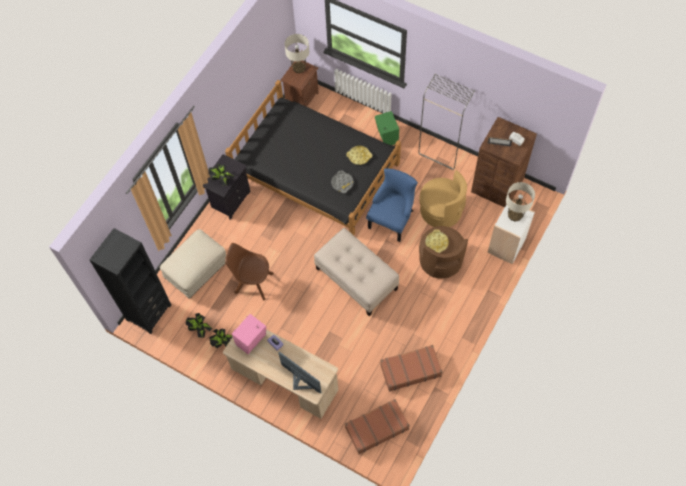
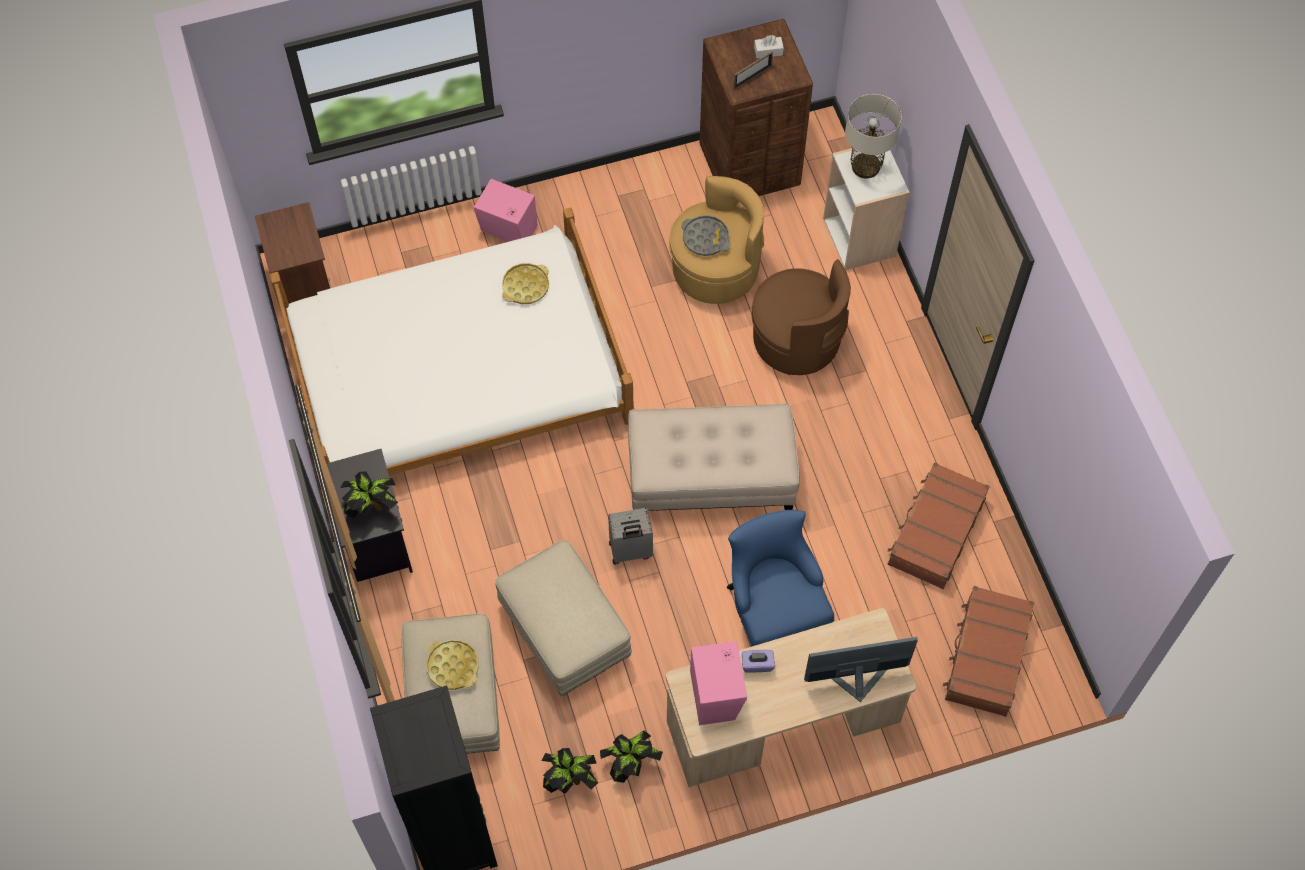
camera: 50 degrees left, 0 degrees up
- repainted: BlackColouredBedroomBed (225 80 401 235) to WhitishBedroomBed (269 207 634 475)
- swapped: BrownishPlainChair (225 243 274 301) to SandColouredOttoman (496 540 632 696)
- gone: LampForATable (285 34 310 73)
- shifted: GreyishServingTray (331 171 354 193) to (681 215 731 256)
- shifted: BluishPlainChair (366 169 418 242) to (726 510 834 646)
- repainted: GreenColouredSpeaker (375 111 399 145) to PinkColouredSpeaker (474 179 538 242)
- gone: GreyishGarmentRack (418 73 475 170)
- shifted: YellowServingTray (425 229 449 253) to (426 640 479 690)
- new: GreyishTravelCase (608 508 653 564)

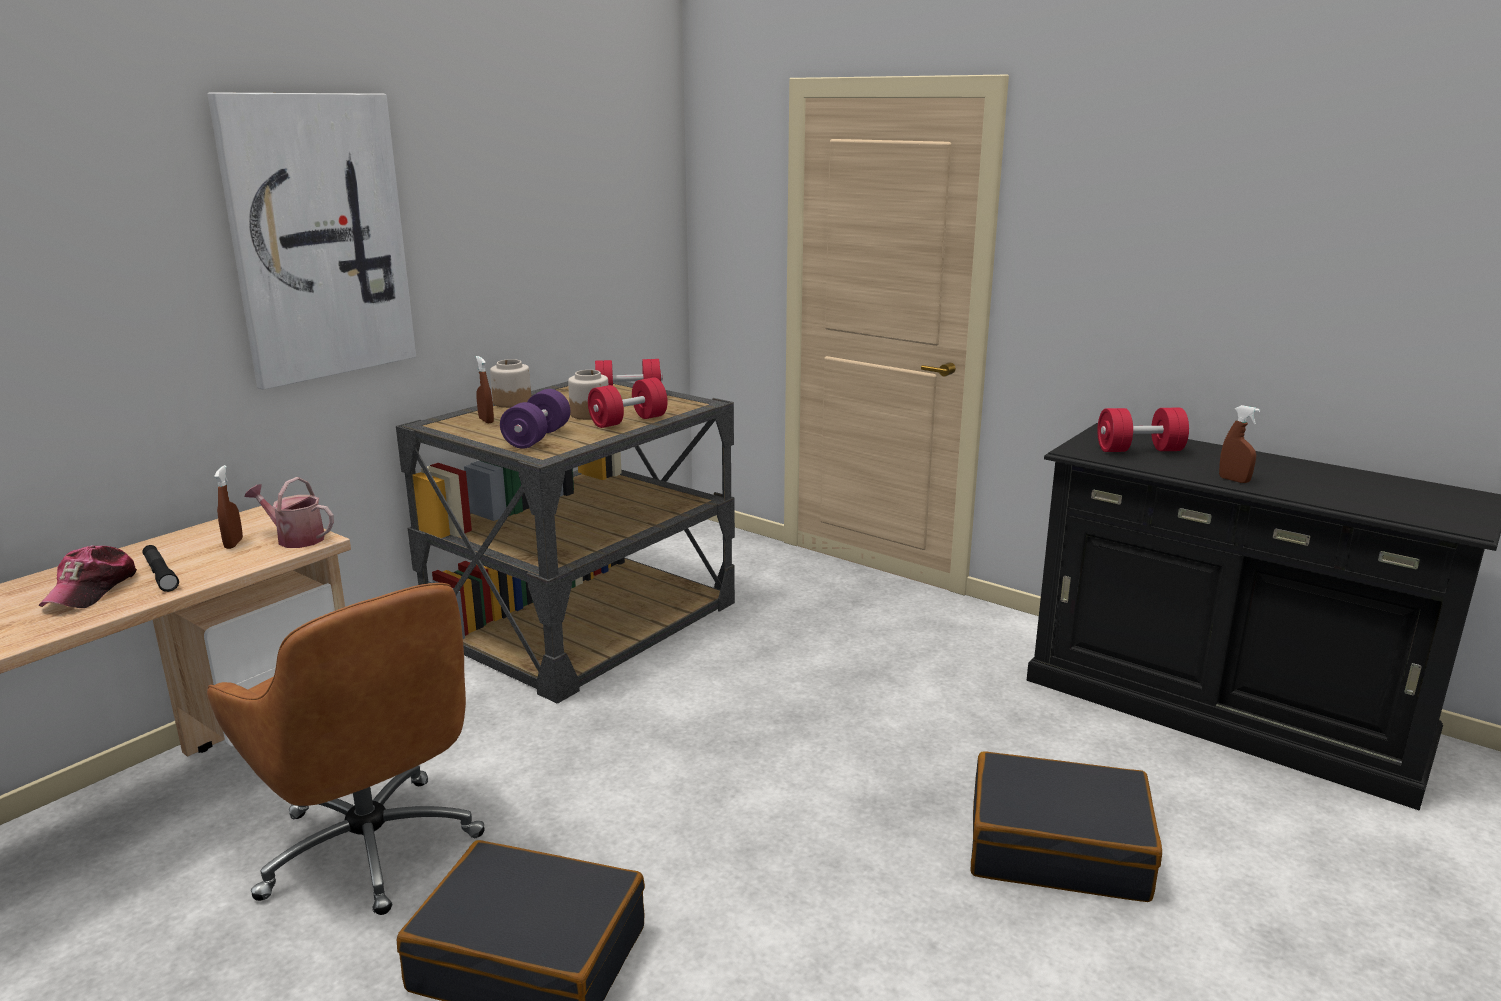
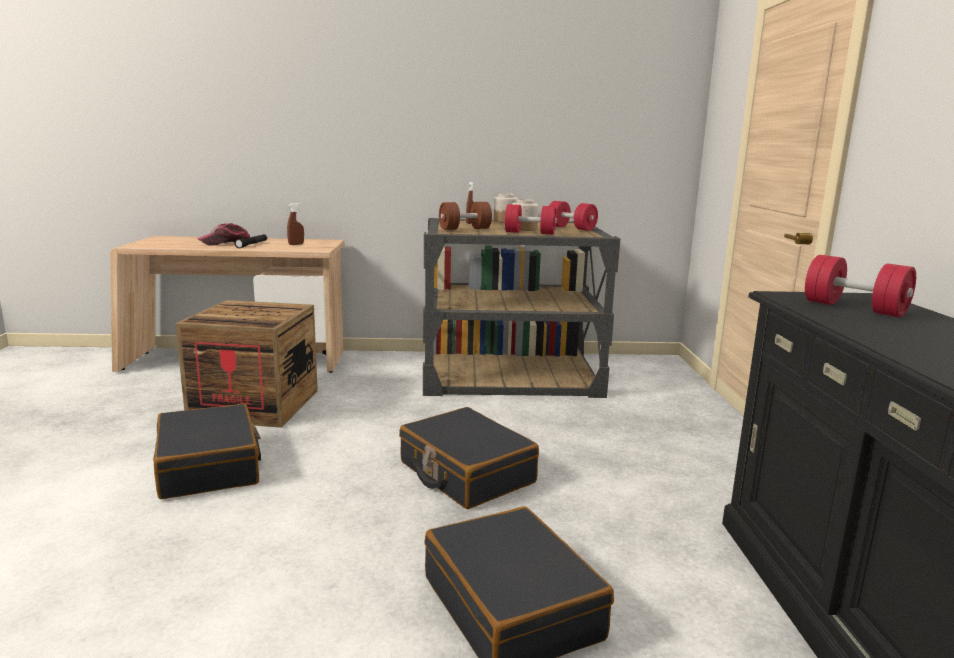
camera: 50 degrees right, 5 degrees down
- gone: WallPicture (207 92 416 390)
- swapped: BrownishOfficeChair (207 583 485 915) to Crate (175 300 318 428)
- gone: SprinklingCan (245 477 334 548)
- repainted: PurplishDumbbell (500 389 570 449) to BrownishDumbbell (439 202 492 230)
- gone: BrownishSprayer (1219 405 1260 483)
- new: BlackColouredTravelCase (399 407 539 509)

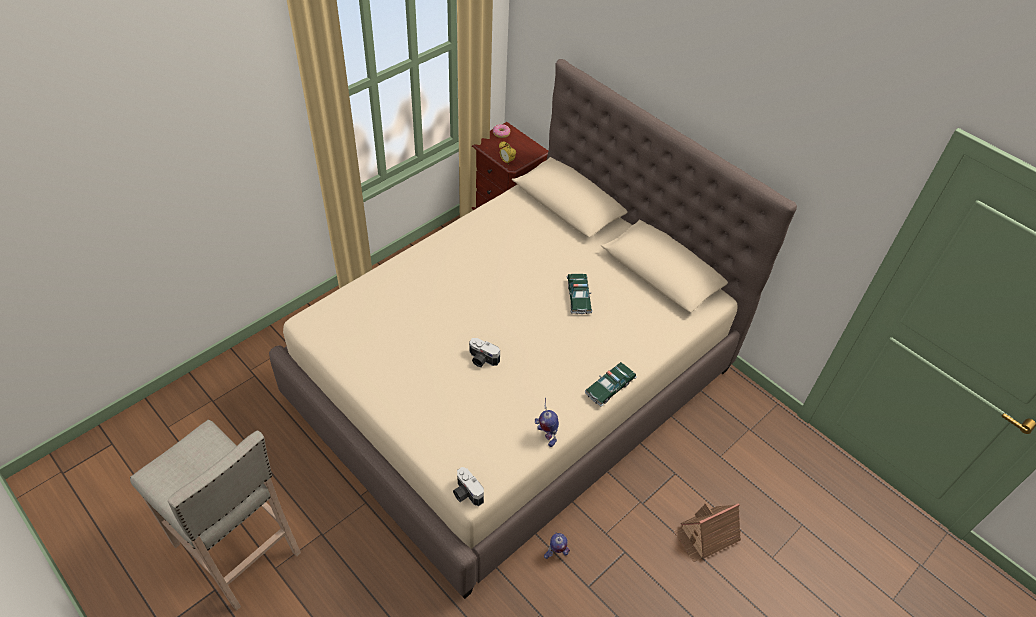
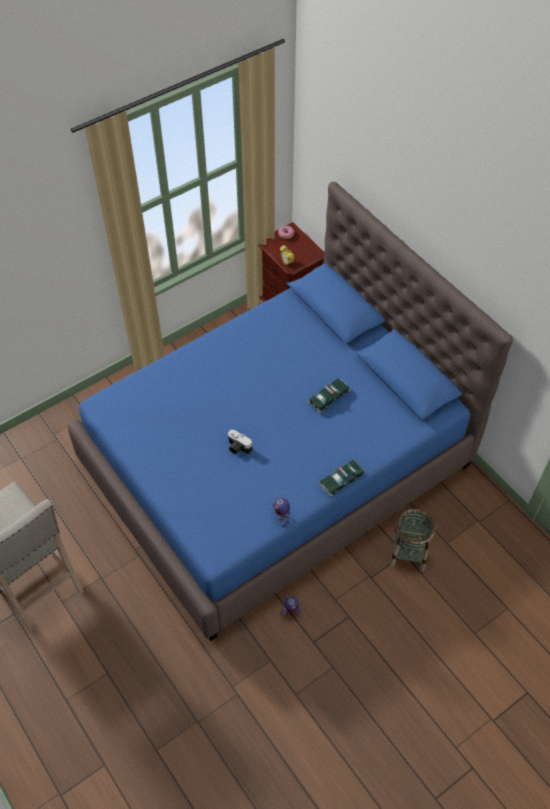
camera: 10 degrees right, 5 degrees up
- repainted: SandColouredBedroomBed (269 59 797 599) to BluishBedroomBed (68 182 513 641)
- gone: StillCamera (453 467 484 506)
- rotated: ToyCar (566 274 593 314) = (308 378 350 413) 135 degrees counterclockwise
- gone: ToyHouse (674 503 741 562)
- new: HouseholdBasket (390 508 435 571)

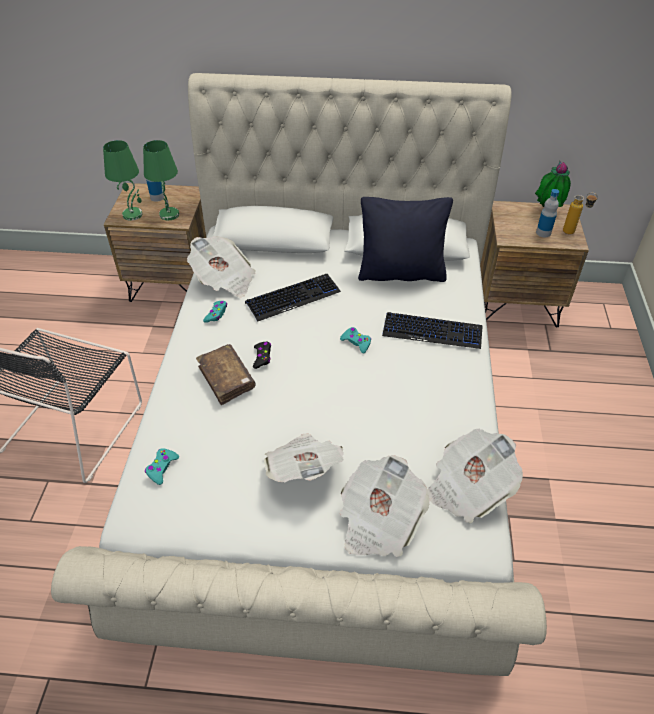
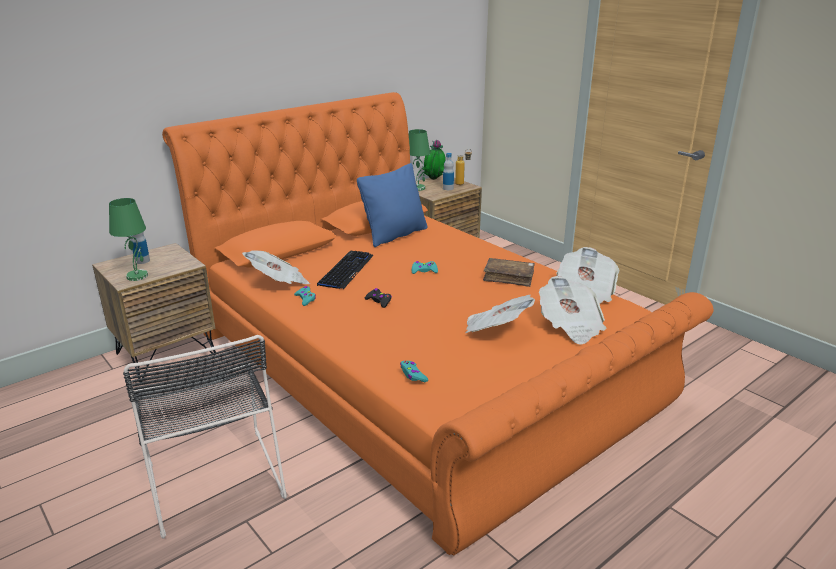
camera: 45 degrees left, 20 degrees down
- repainted: SandColouredBedroomBed (51 73 547 676) to OrangeColouredBedroomBed (162 92 714 556)
- shifted: GreenColouredLampForATable (143 140 179 220) to (409 129 430 191)
- shifted: BrownishBoundBook (196 344 256 405) to (483 258 535 287)
- repainted: BlackColouredPillow (358 197 453 282) to BluishPillow (357 163 427 247)
- gone: ComputerKeyboard (382 312 483 349)

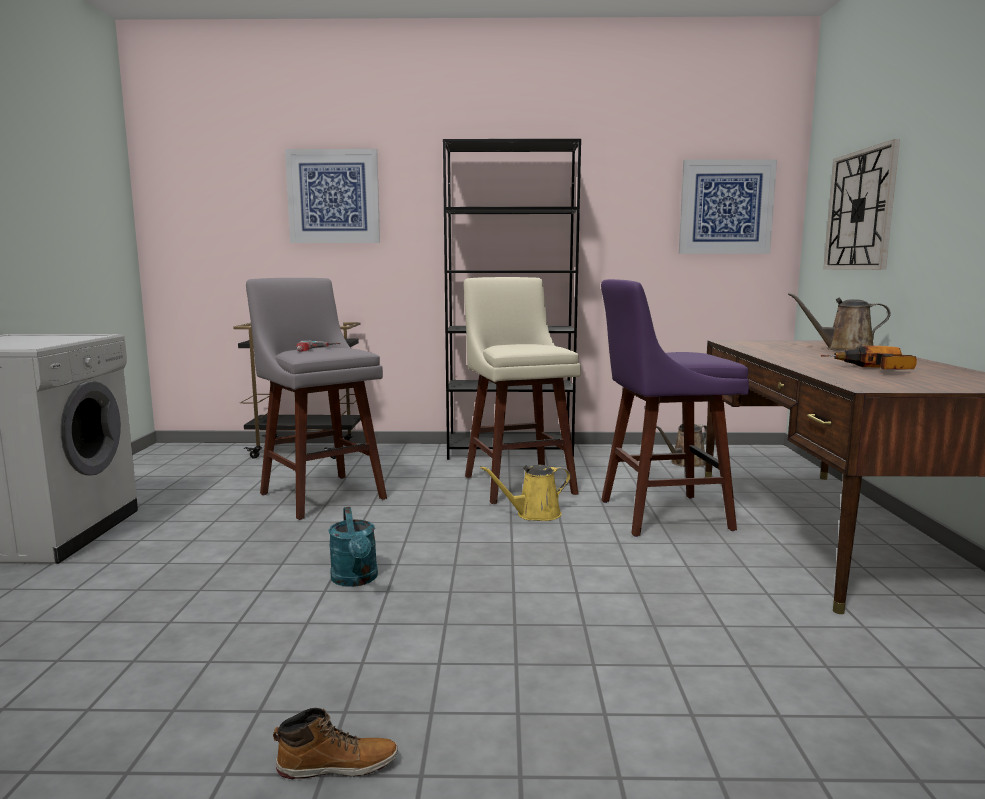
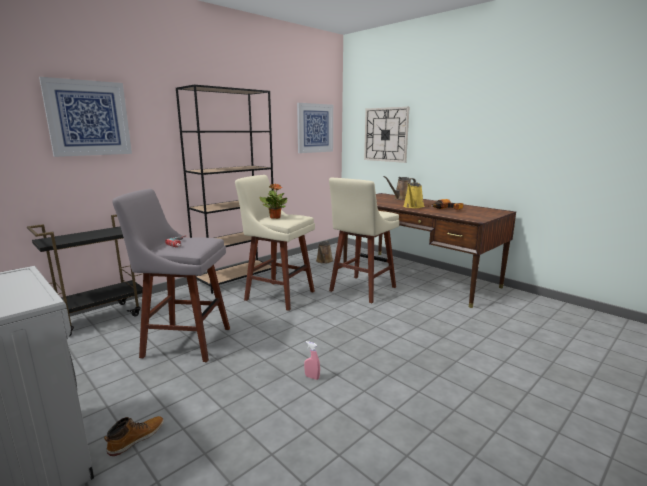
camera: 45 degrees left, 5 degrees up
- shifted: TallBoot (273 708 398 779) to (104 416 164 456)
- swapped: BlueGreenSprinklingCan (328 507 378 587) to PinkColouredSprayer (304 341 320 380)
- repainted: BlackColouredBookcase (443 139 581 460) to SandColouredBookcase (176 85 274 294)
- shifted: YellowSprinklingCan (480 465 571 521) to (403 182 425 208)
- repainted: PurplishStoolSeat (601 279 749 537) to SandColouredStoolSeat (329 178 399 304)
- new: PlantInAPot (259 184 287 219)

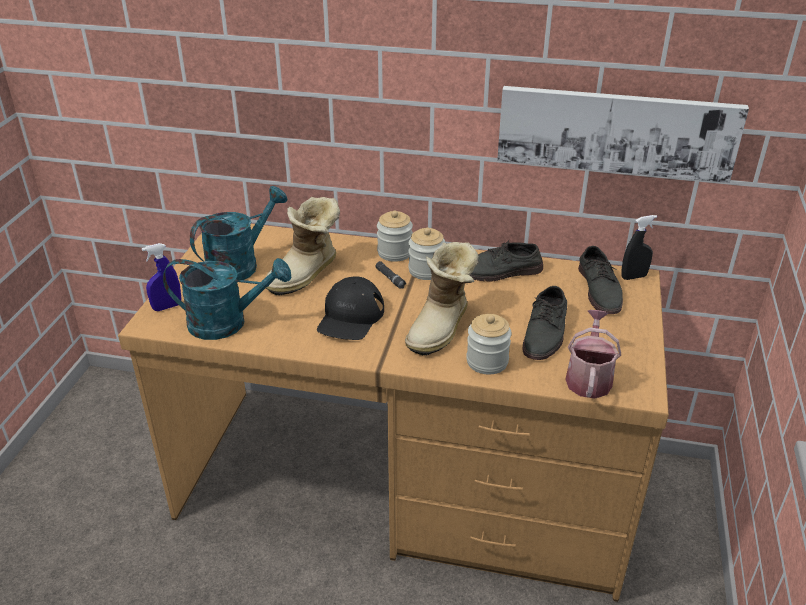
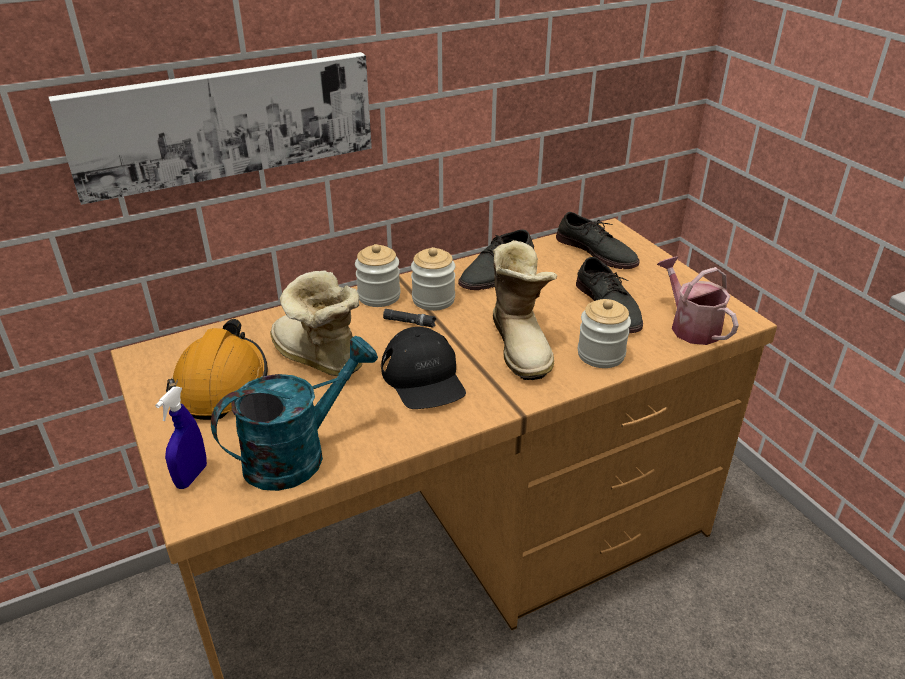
camera: 40 degrees left, 0 degrees up
- swapped: BlueGreenSprinklingCan (190 186 288 280) to OrangeColouredWorkHelmet (166 319 268 420)
- rotated: TallBoot (265 197 340 296) = (271 270 363 376) 135 degrees clockwise
- shifted: WallPicture (497 86 749 183) to (48 52 372 205)
- gone: BlackColouredSprayer (621 215 657 280)

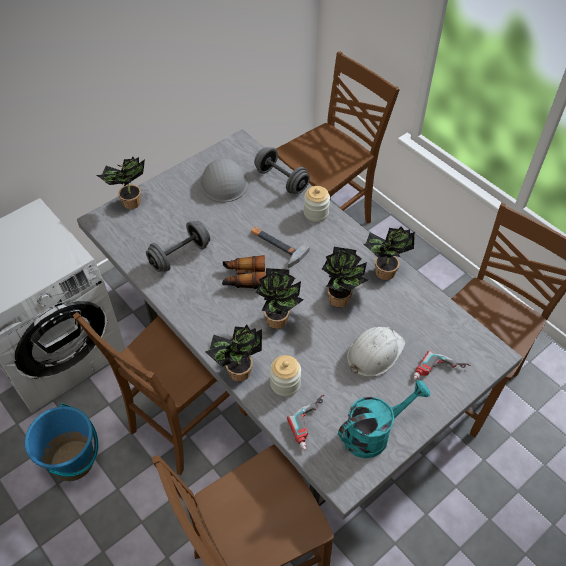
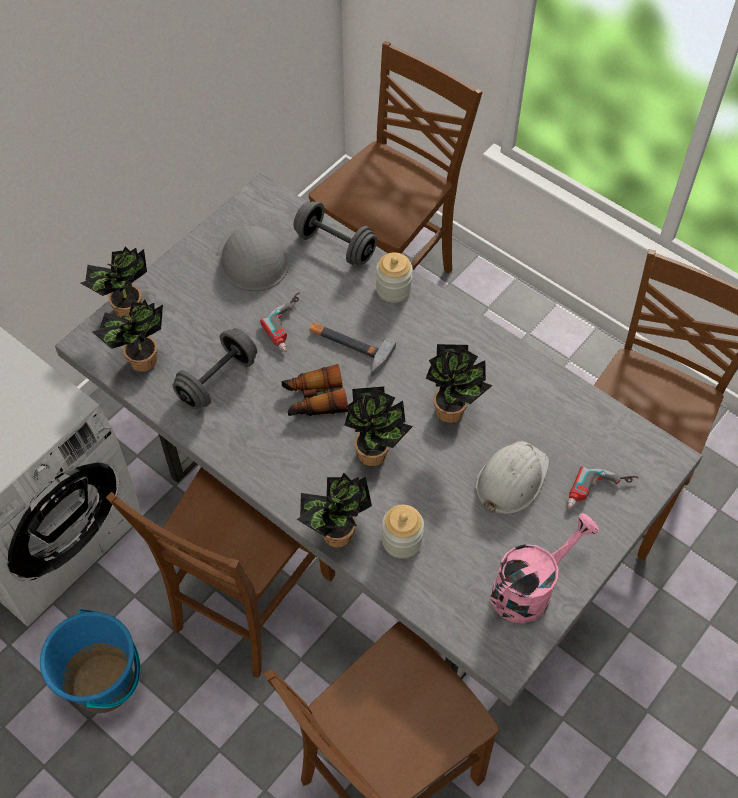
camera: 10 degrees left, 5 degrees up
- shifted: ElectricDrill (287 395 324 451) to (260 292 300 352)
- repainted: BlueGreenSprinklingCan (338 380 430 458) to PinkColouredSprinklingCan (490 513 599 623)
- shifted: PlantInAPot (364 227 415 280) to (92 299 163 372)

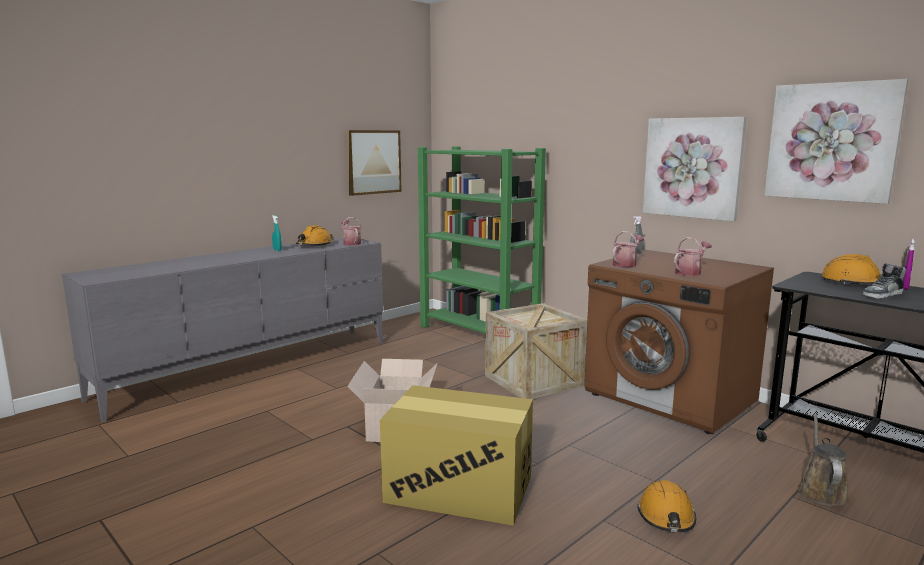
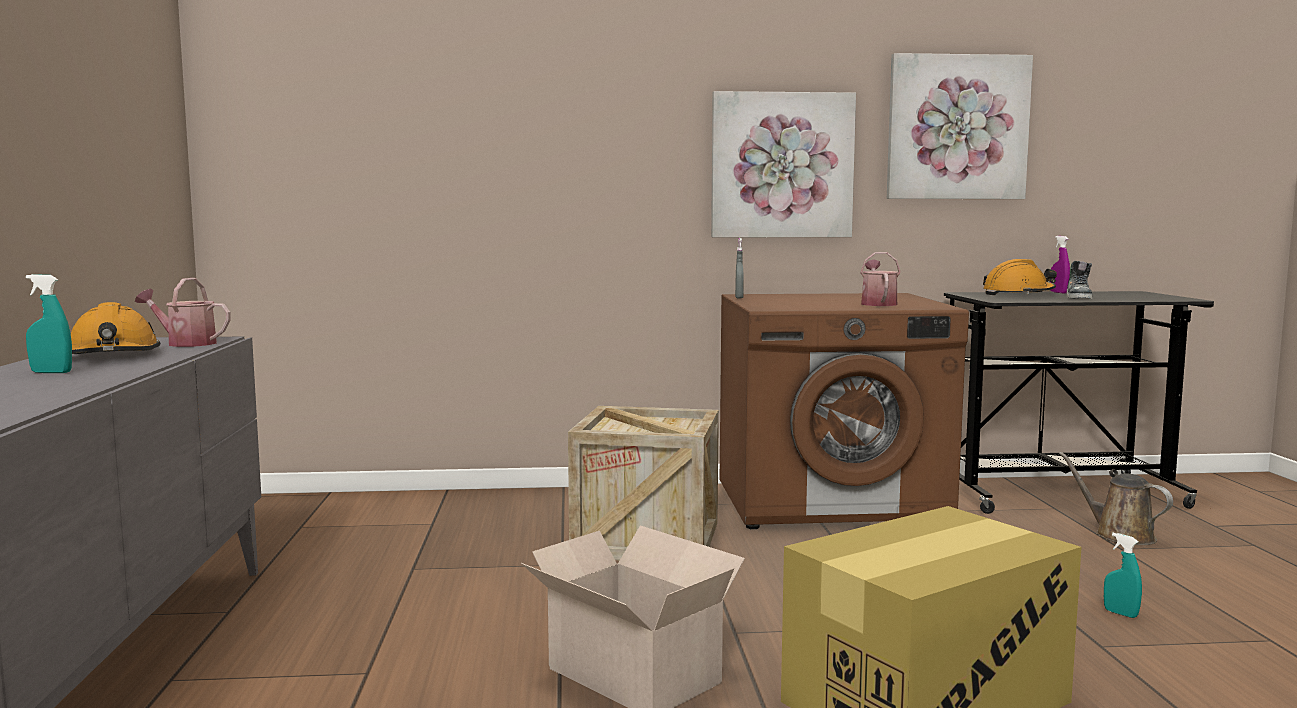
camera: 50 degrees left, 5 degrees down
- gone: WallPicture (346 130 402 196)
- gone: GreenColouredBookcase (418 146 546 334)
- gone: SprinklingCan (612 231 644 267)
- swapped: OrangeColouredWorkHelmet (637 480 696 532) to BlueGreenSprayer (1104 533 1142 618)

